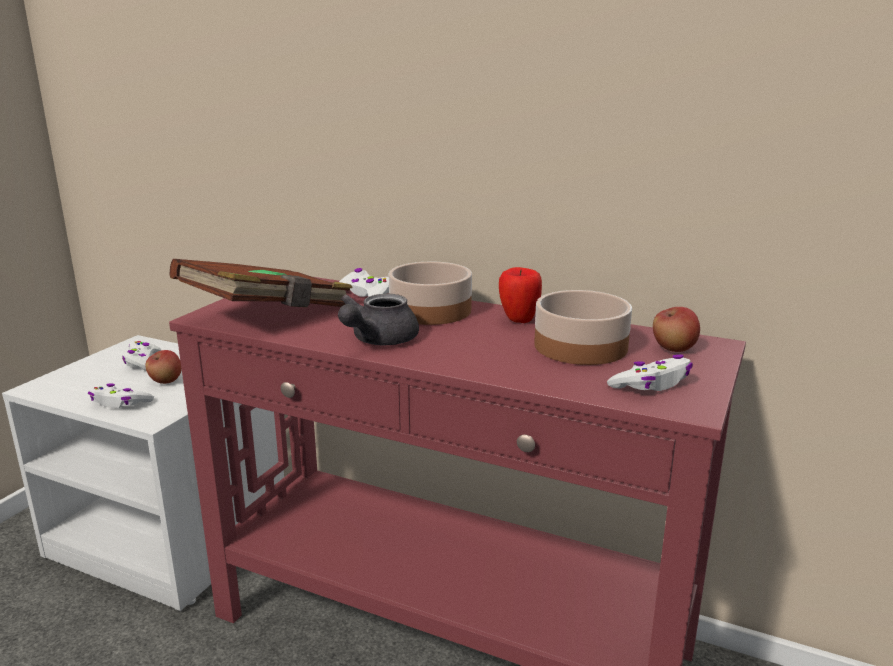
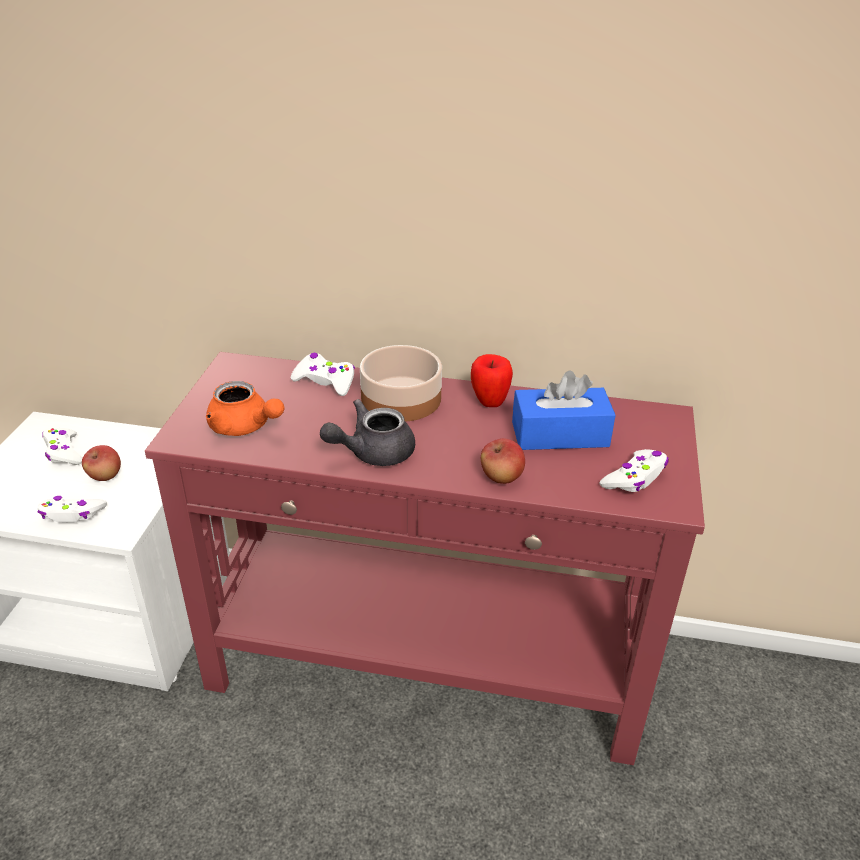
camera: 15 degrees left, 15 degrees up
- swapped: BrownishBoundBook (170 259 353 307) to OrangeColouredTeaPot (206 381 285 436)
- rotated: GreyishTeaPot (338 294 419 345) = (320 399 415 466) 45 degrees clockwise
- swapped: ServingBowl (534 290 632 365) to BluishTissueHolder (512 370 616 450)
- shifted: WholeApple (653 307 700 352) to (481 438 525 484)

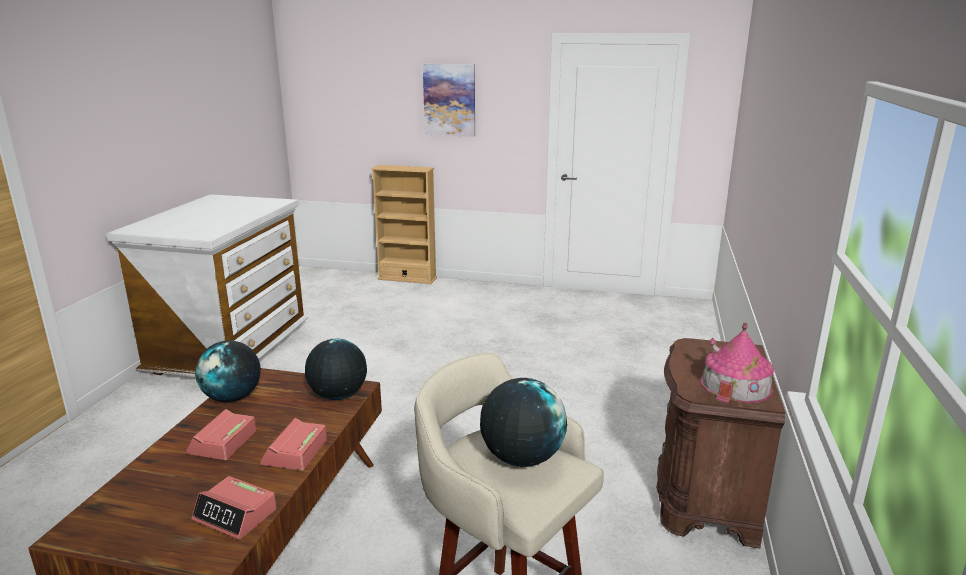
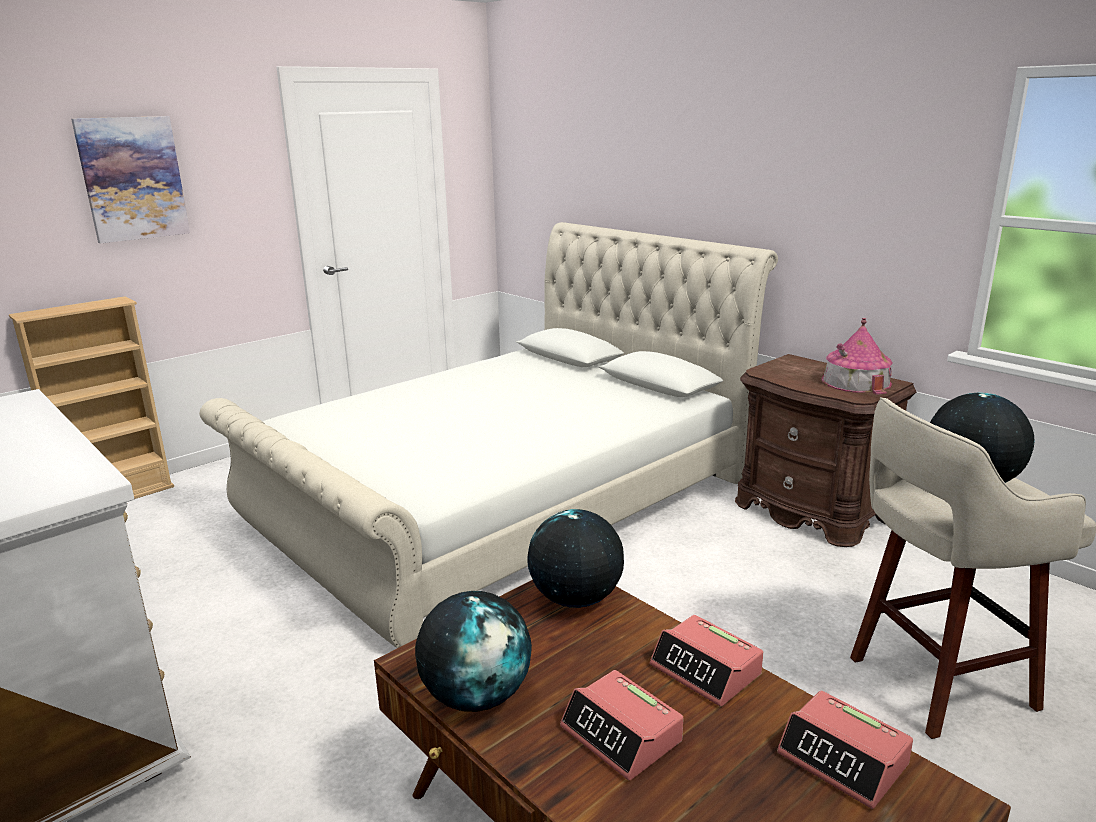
camera: 55 degrees left, 0 degrees up
- rotated: BedsideClock (191 476 276 540) = (777 691 913 809) 75 degrees clockwise
- new: SandColouredBedroomBed (199 222 778 648)

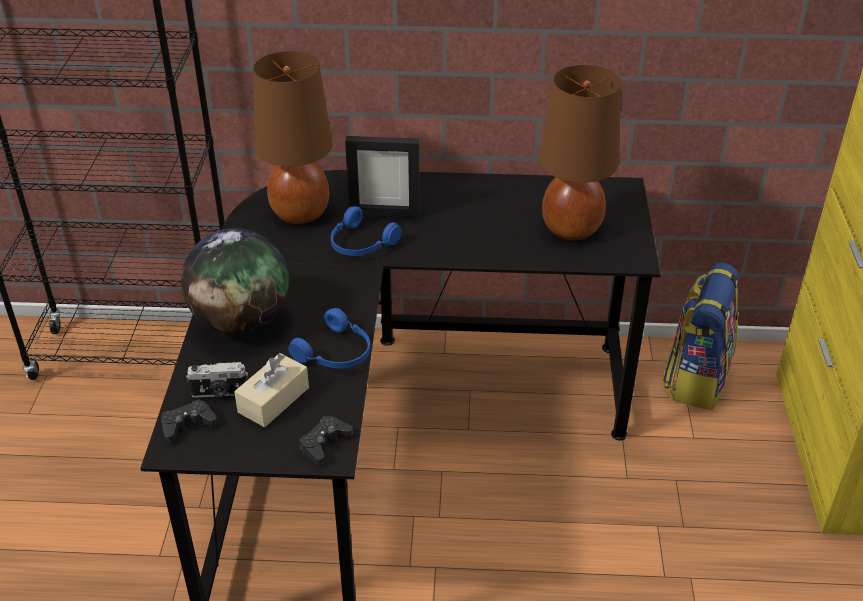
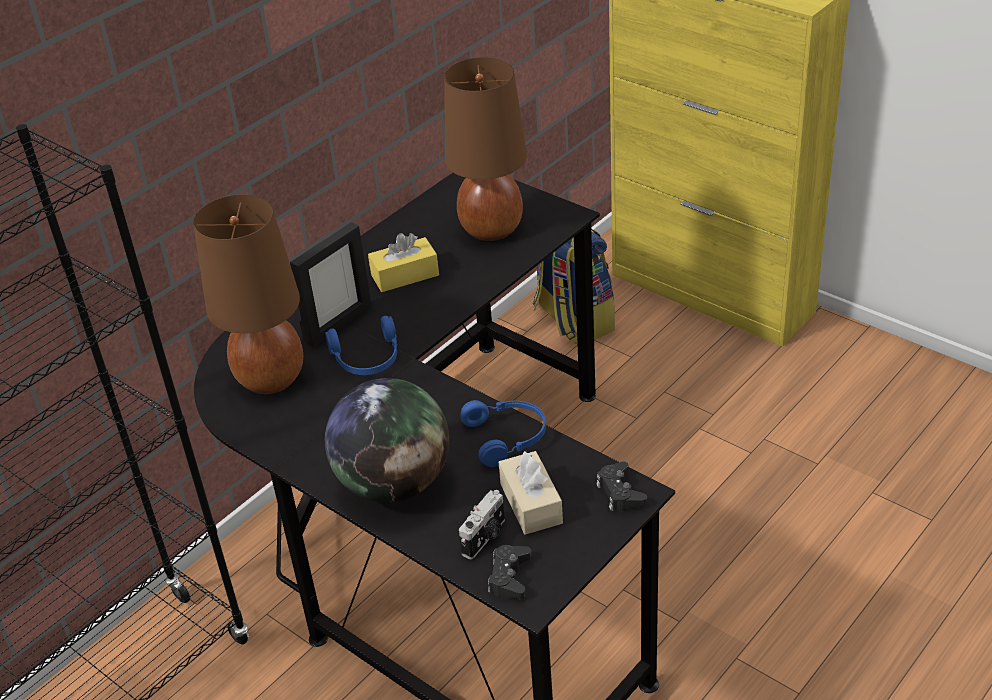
camera: 50 degrees left, 0 degrees up
- new: YellowTissueHolder (368 233 439 292)

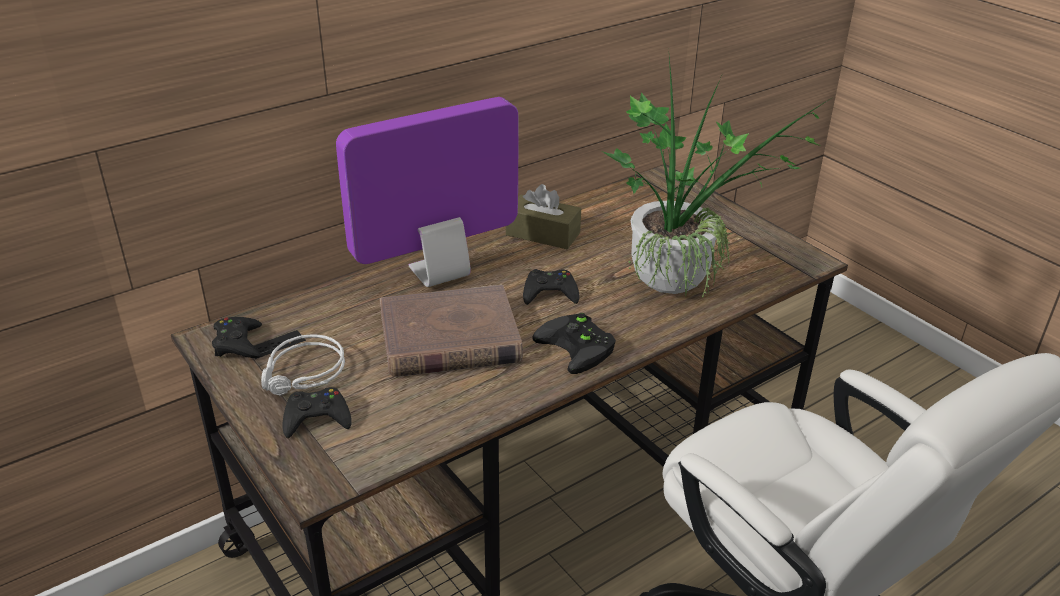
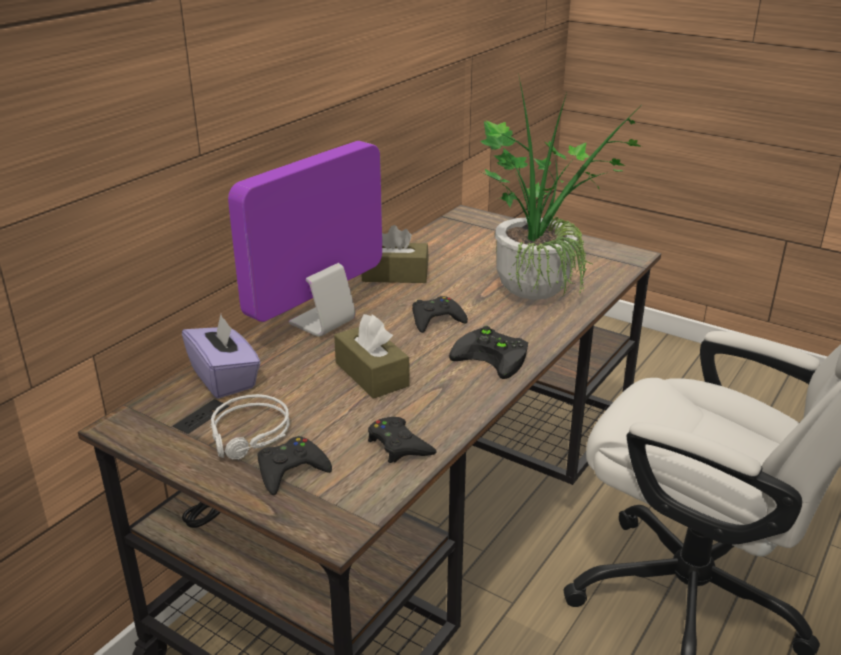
camera: 20 degrees left, 5 degrees down
- shifted: BlackColouredGamepad (212 317 262 358) to (368 417 437 463)
- swapped: BrownishBoundBook (380 285 523 377) to BrownishTissueHolder (334 314 410 399)
- new: PurplishTissueHolder (182 314 261 399)

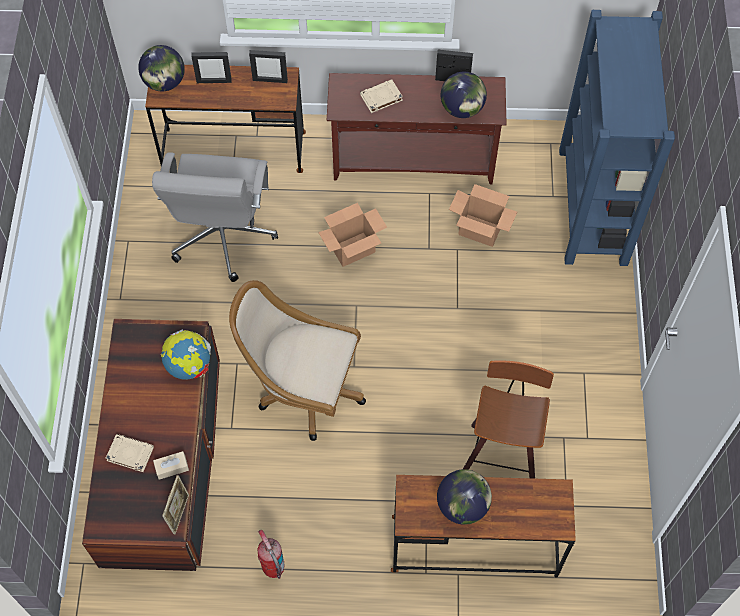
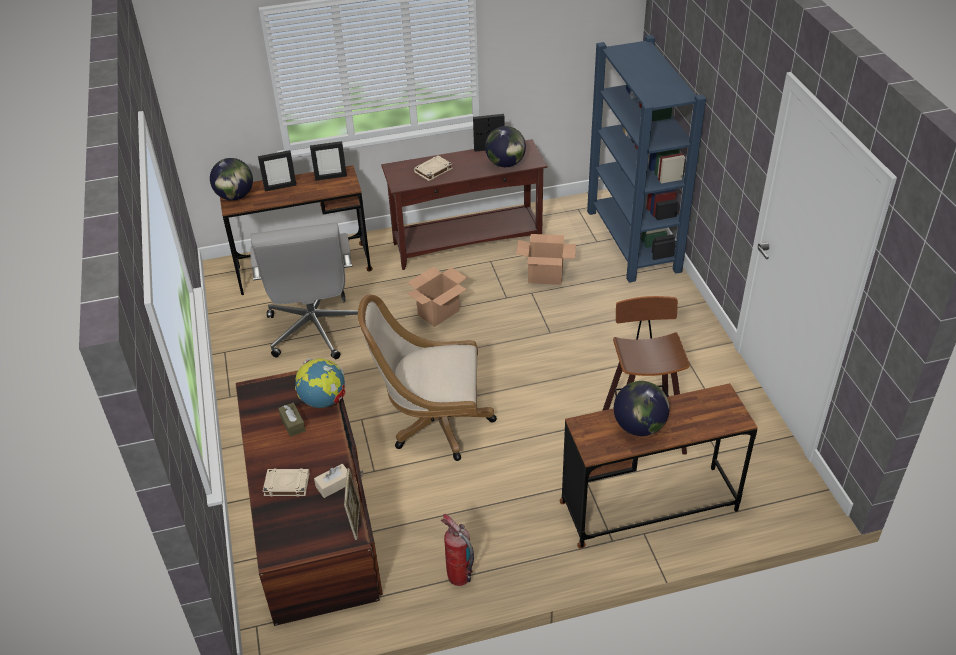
camera: 15 degrees left, 20 degrees down
- new: BrownishTissueHolder (278 402 306 437)

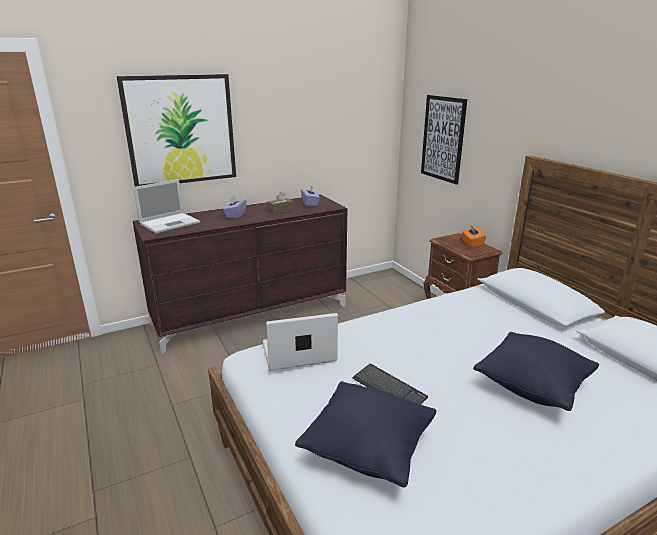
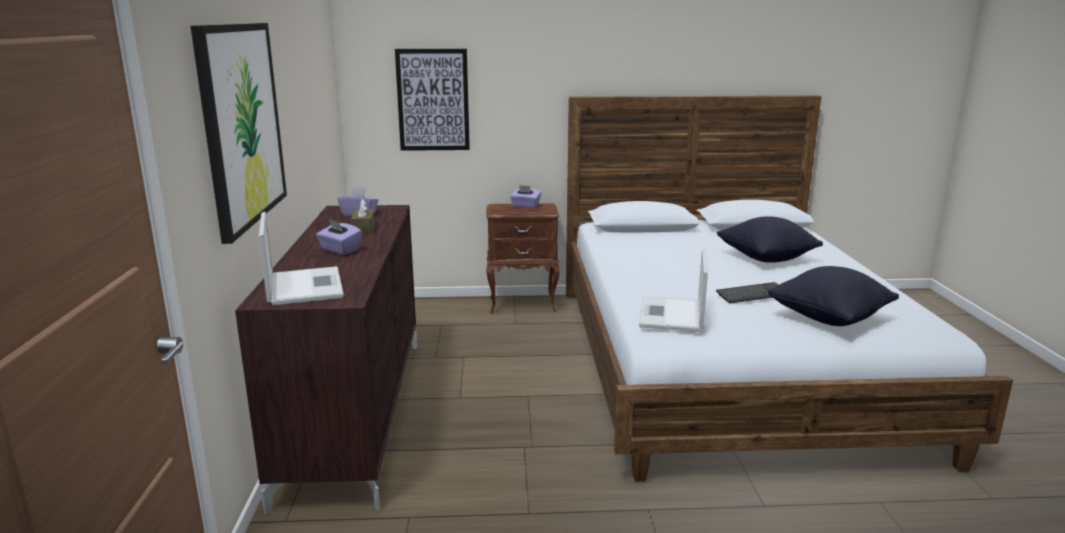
camera: 65 degrees left, 5 degrees down
- repainted: OrangeColouredTissueHolder (462 225 486 248) to PurplishTissueHolder (510 185 541 208)

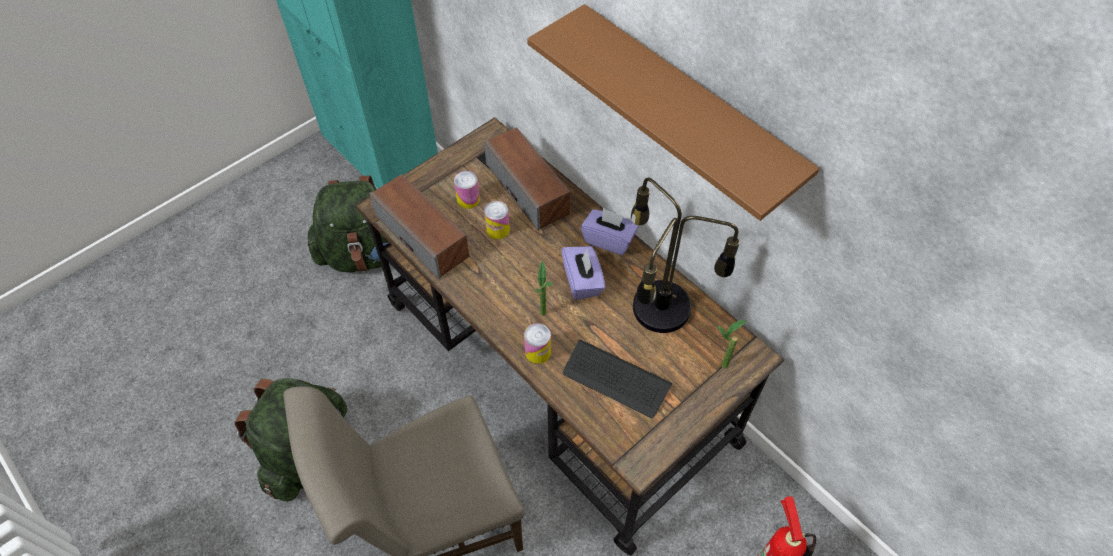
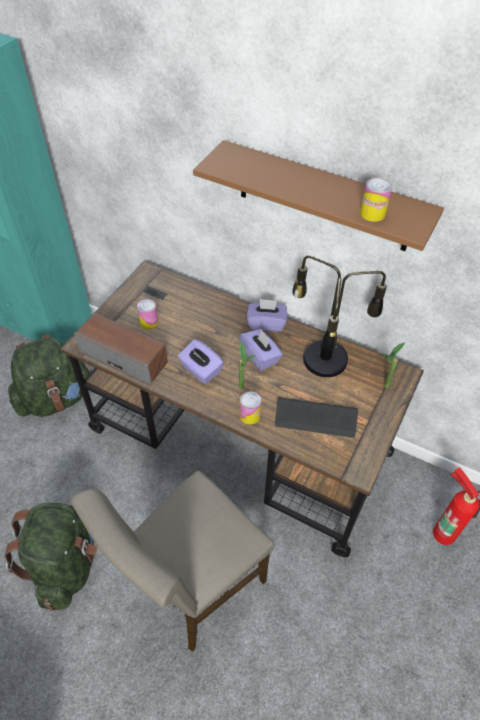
camera: 20 degrees left, 5 degrees down
- gone: Speaker (484 127 570 231)
- shifted: SealedCan (484 201 510 239) to (360 177 392 222)
- new: PurplishTissueHolder (178 339 224 384)

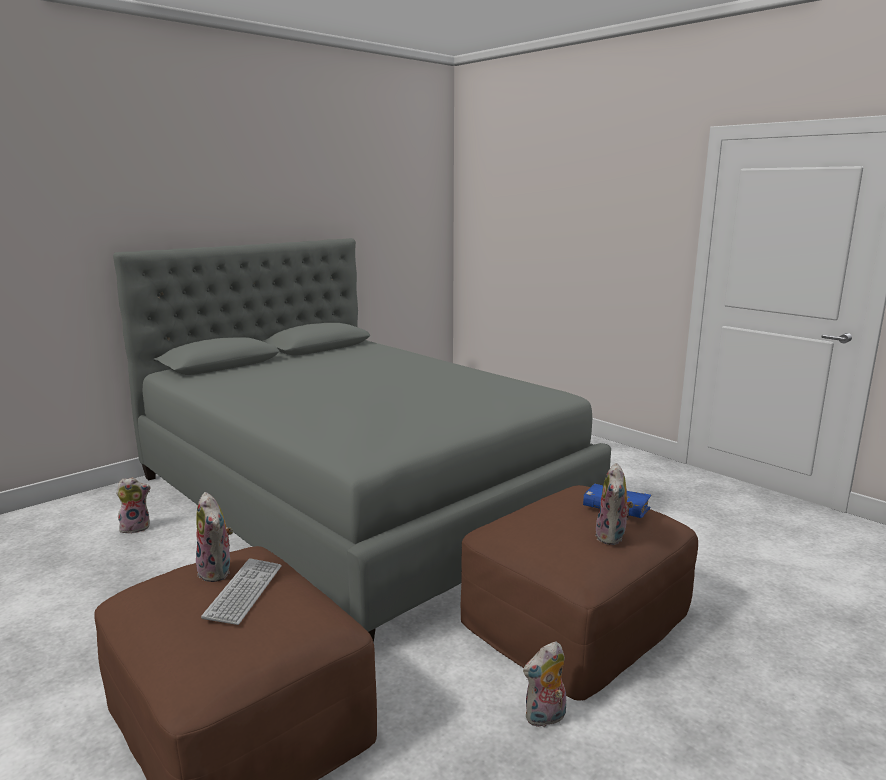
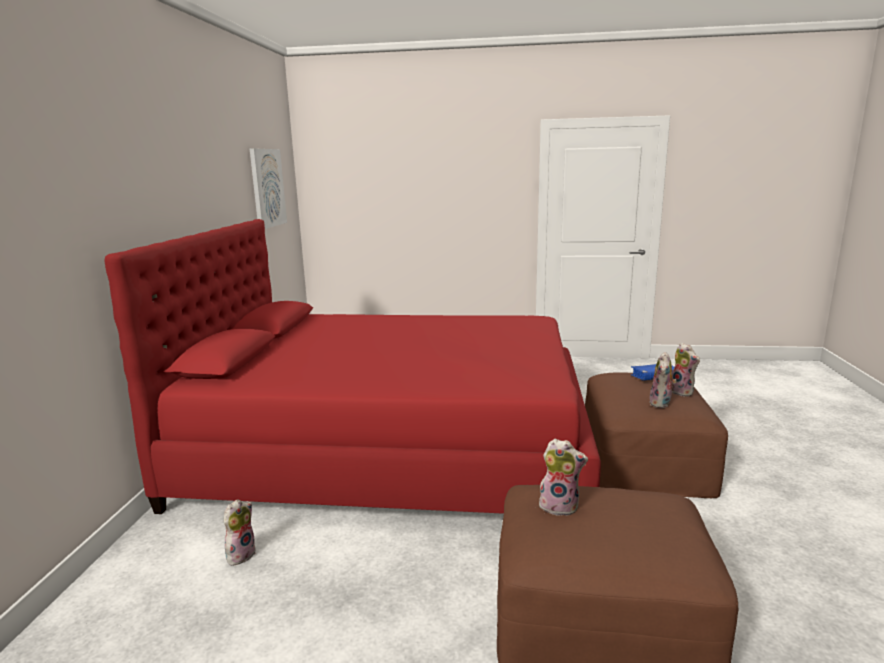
camera: 40 degrees left, 0 degrees up
- repainted: GreyishBedroomBed (113 238 611 643) to RedBedroomBed (104 219 601 514)
- gone: ComputerKeyboard (201 558 282 625)
- shifted: PlushToy (523 641 566 727) to (649 352 677 408)
- new: WallPicture (250 148 287 229)

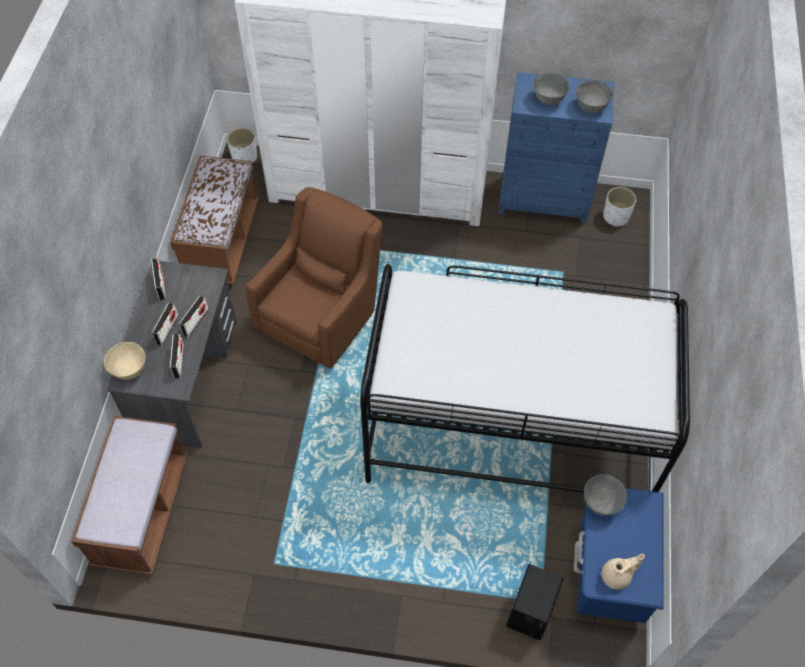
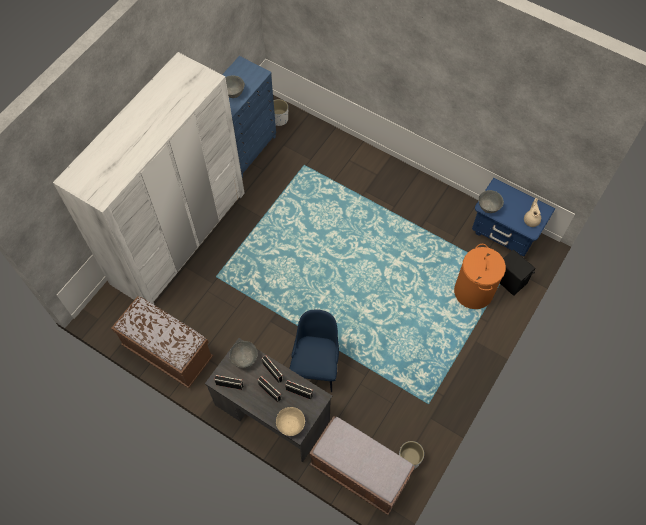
camera: 65 degrees left, 5 degrees up
- shifted: WhitishPlanter (227 128 257 163) to (399 441 424 469)
- gone: BrownishLoungeChair (245 187 382 368)
- gone: BlackColouredBedroomBed (360 264 690 493)
- shifted: GreyishServingBowl (576 80 613 113) to (229 341 258 368)
- new: BluishPlainChair (290 309 339 392)
- new: OrangeColouredWashingBasket (454 244 506 309)

